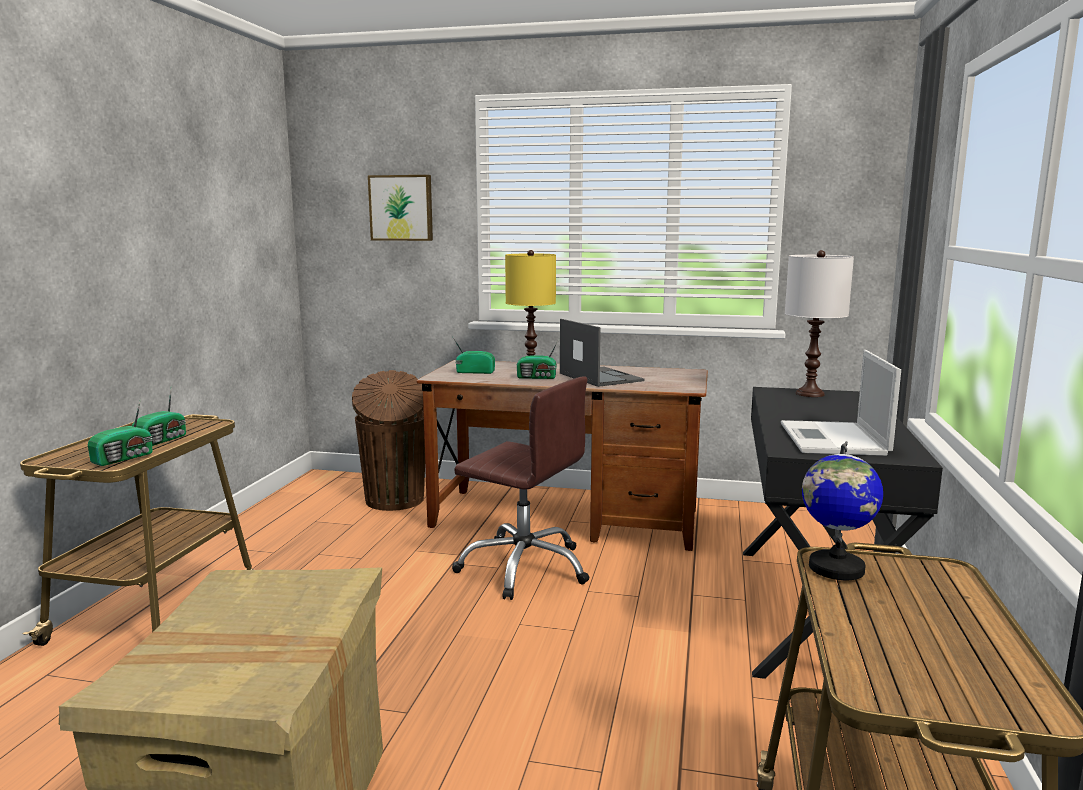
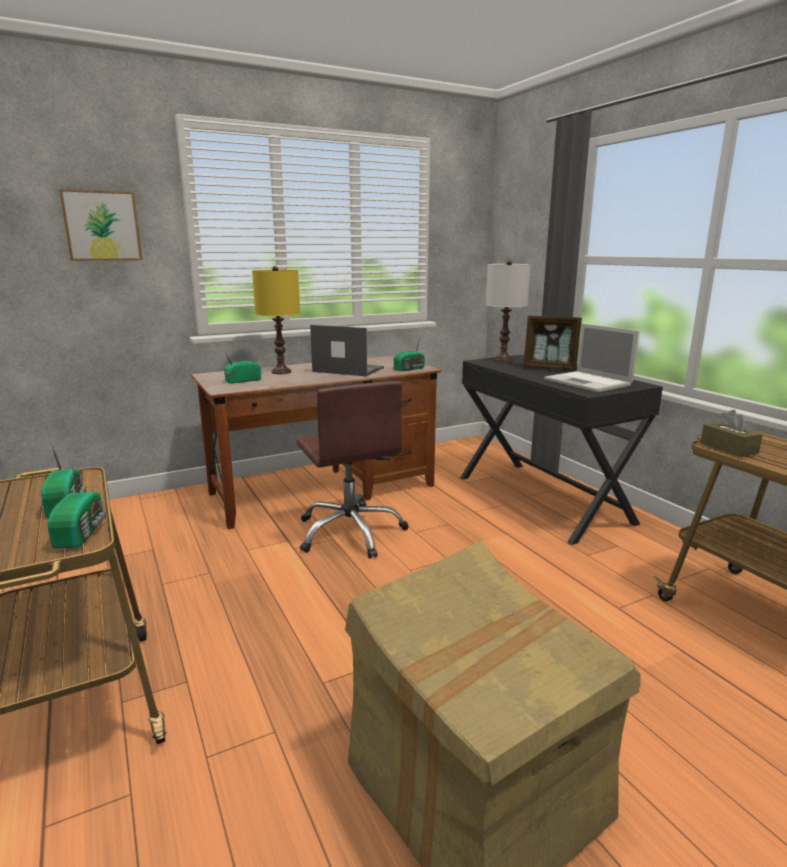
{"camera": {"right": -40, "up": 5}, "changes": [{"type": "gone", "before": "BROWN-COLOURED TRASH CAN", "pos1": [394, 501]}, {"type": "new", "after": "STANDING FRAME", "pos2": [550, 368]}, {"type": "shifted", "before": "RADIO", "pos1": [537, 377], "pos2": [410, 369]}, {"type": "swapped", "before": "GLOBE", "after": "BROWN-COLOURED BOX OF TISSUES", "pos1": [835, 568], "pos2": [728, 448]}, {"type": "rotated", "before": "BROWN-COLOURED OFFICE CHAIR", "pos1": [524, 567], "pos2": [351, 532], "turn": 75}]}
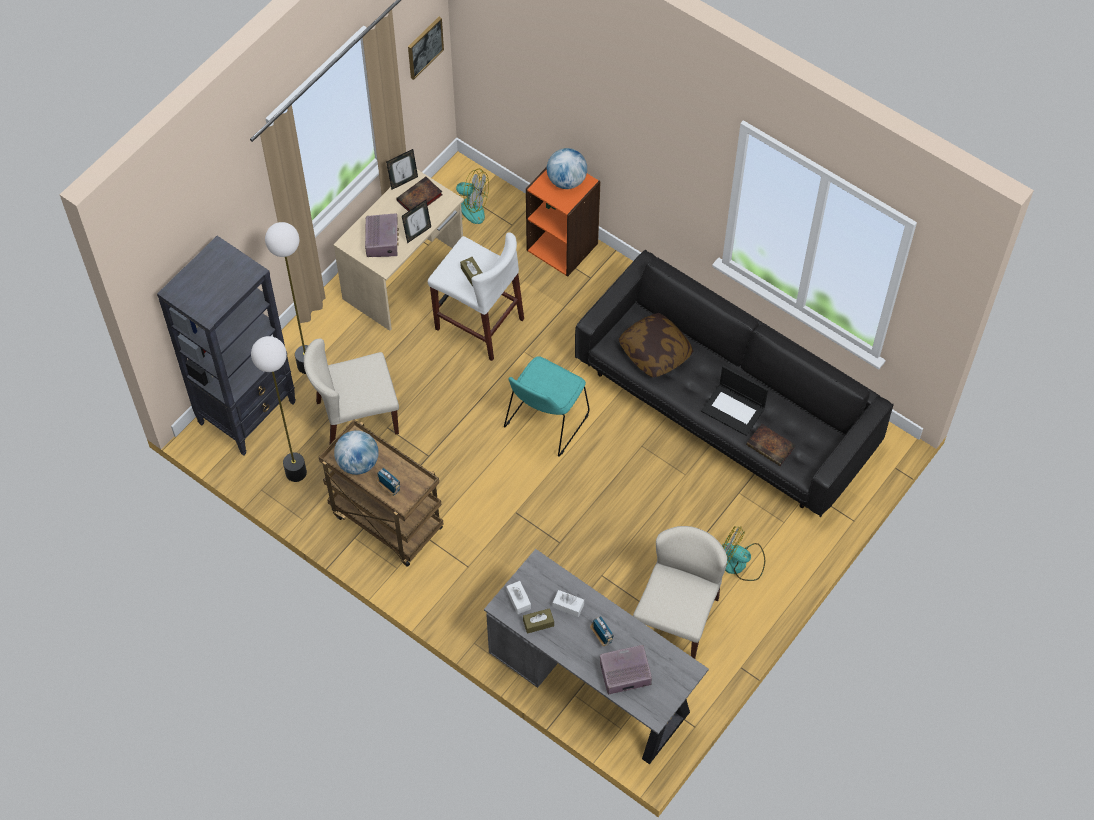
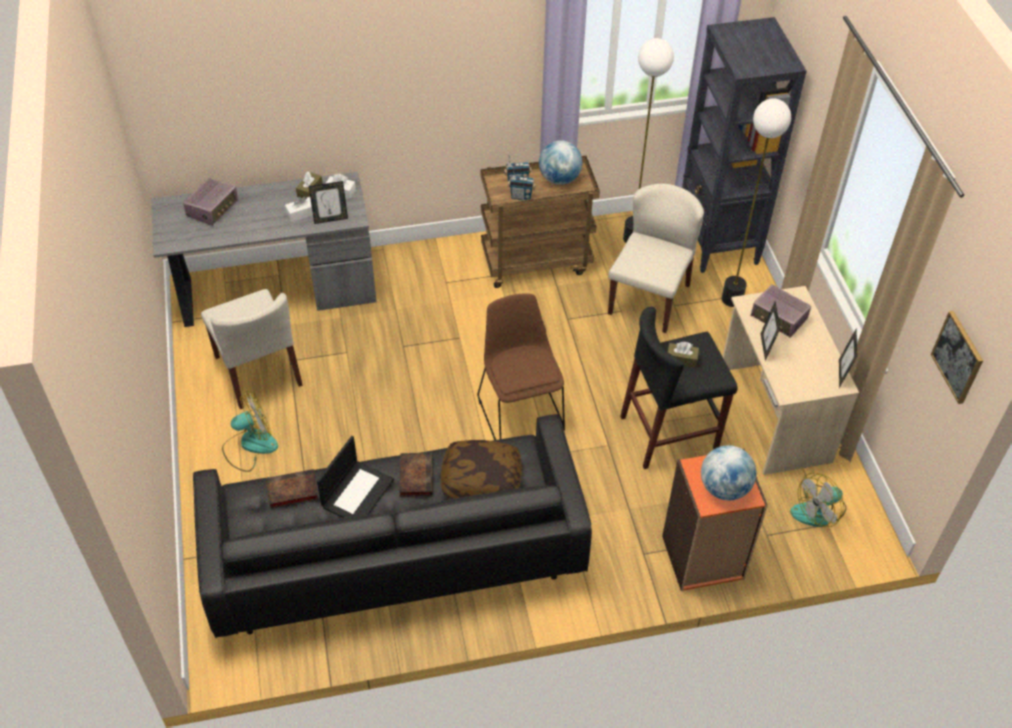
{"camera": {"right": 130, "up": -10}, "changes": [{"type": "new", "after": "STANDING FRAME", "pos2": [330, 219]}, {"type": "shifted", "before": "BOOK", "pos1": [419, 199], "pos2": [415, 475]}, {"type": "shifted", "before": "RADIO", "pos1": [602, 637], "pos2": [521, 197]}, {"type": "repainted", "before": "WHITE-COLOURED STOOL", "after": "BLACK-COLOURED STOOL", "pos1": [479, 324], "pos2": [669, 433]}, {"type": "repainted", "before": "TURQUOISE PLAIN CHAIR", "after": "BROWN-COLOURED PLAIN CHAIR", "pos1": [545, 422], "pos2": [520, 410]}, {"type": "rotated", "before": "NOTEBOOK COMPUTER", "pos1": [734, 409], "pos2": [357, 492], "turn": 135}]}
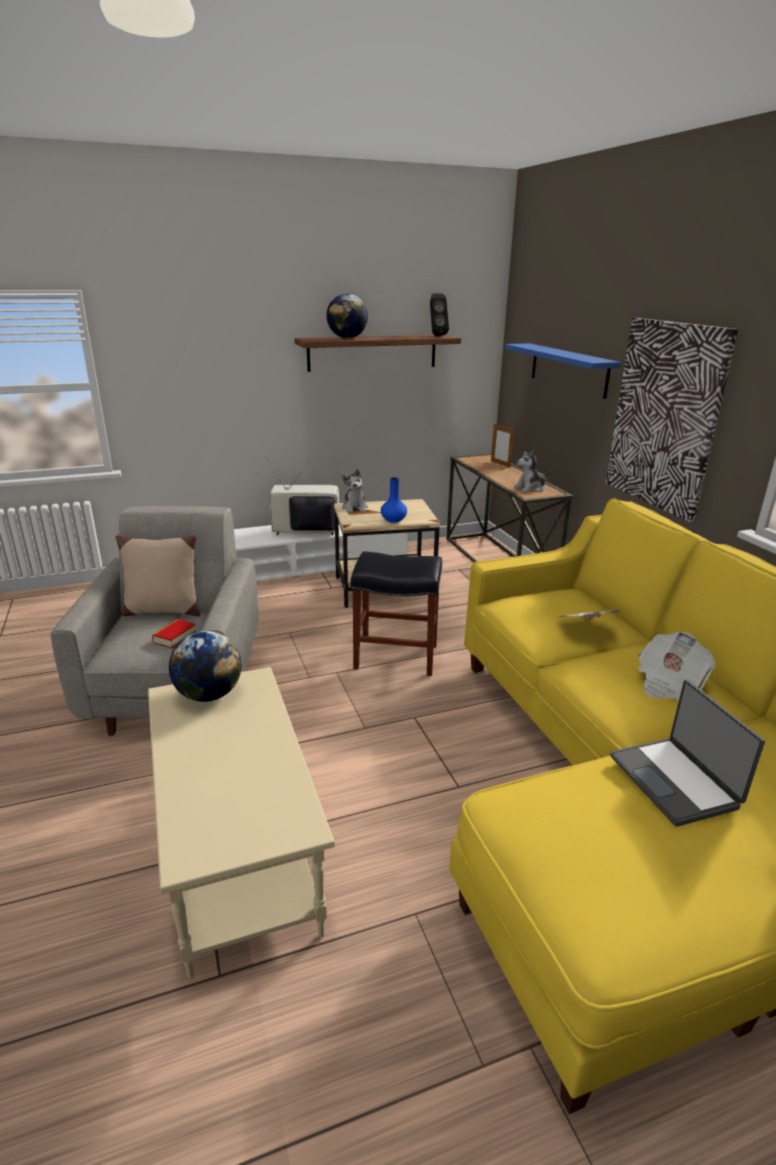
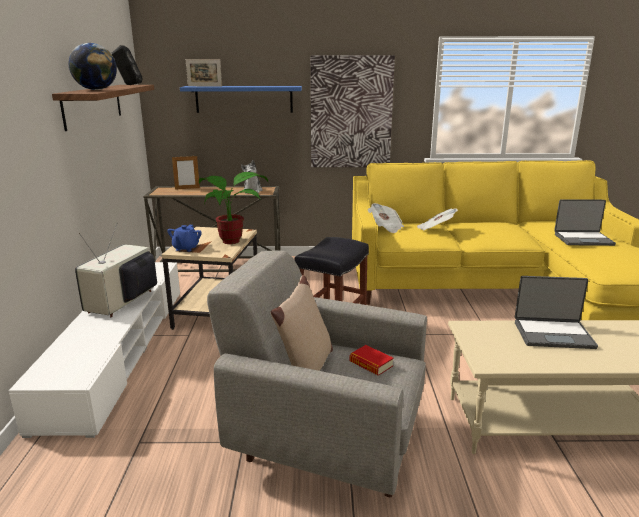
{"camera": {"right": -70, "up": -5}, "changes": [{"type": "gone", "before": "GLOBE", "pos1": [209, 694]}, {"type": "new", "after": "STANDING FRAME", "pos2": [204, 86]}, {"type": "new", "after": "NOTEBOOK COMPUTER", "pos2": [553, 334]}, {"type": "shifted", "before": "DAILY PAPER", "pos1": [668, 683], "pos2": [385, 227]}, {"type": "swapped", "before": "CUDDLY TOY", "after": "BLUE TEA POT", "pos1": [355, 507], "pos2": [185, 248]}, {"type": "swapped", "before": "BLUE FLOWER VASE", "after": "POTTED PLANT", "pos1": [393, 520], "pos2": [233, 240]}]}
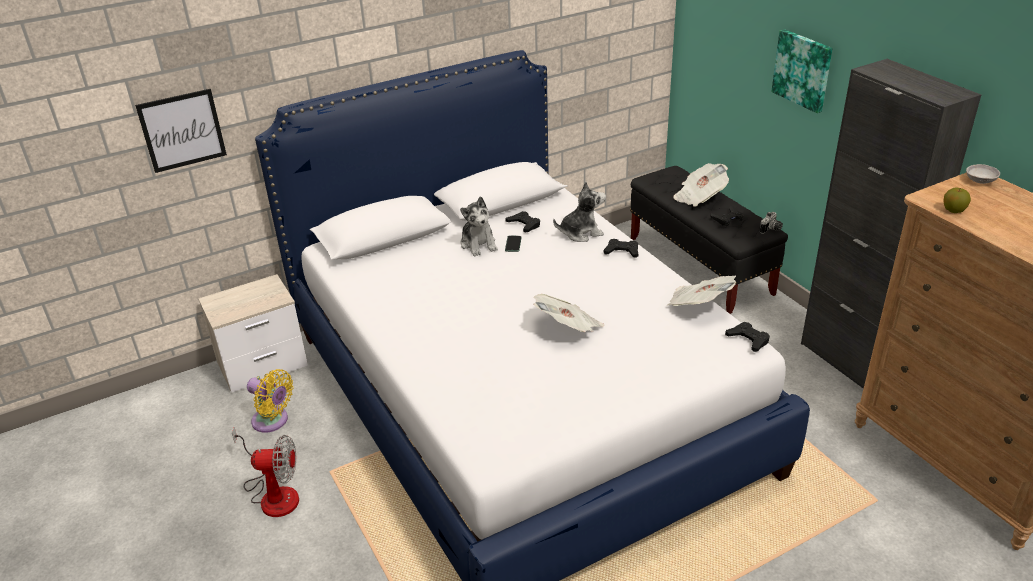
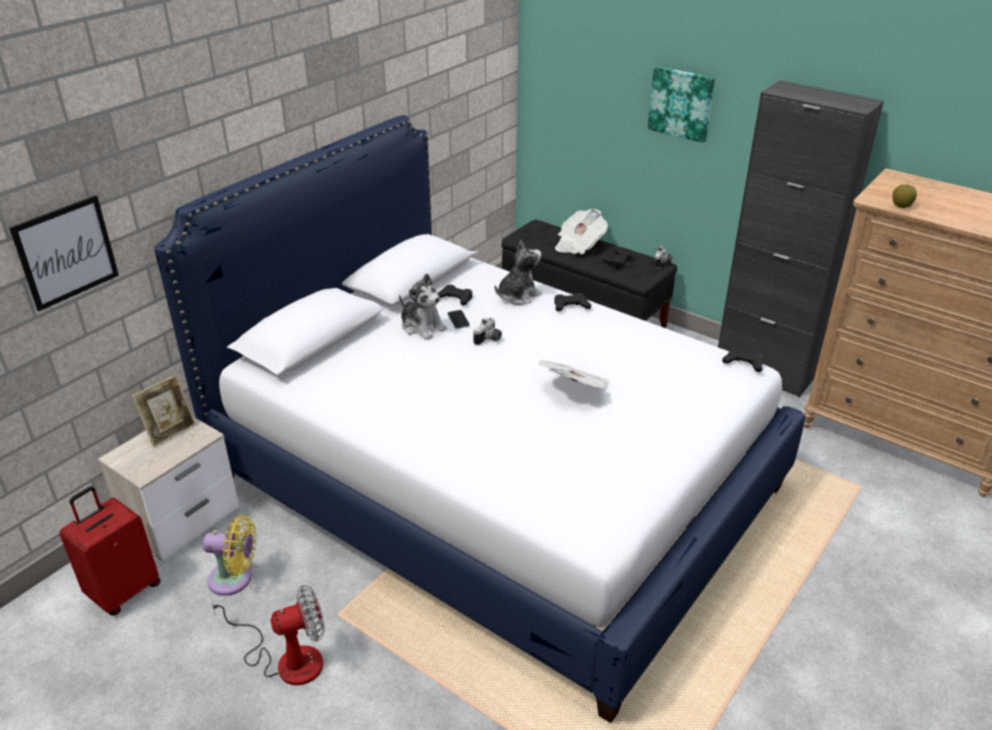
{"camera": {"right": -25, "up": 0}, "changes": [{"type": "gone", "before": "DAILY PAPER", "pos1": [699, 305]}, {"type": "gone", "before": "GREYISH SERVING BOWL", "pos1": [980, 181]}, {"type": "new", "after": "RED-COLOURED PIECE OF LUGGAGE", "pos2": [123, 591]}, {"type": "new", "after": "STANDING FRAME", "pos2": [170, 432]}, {"type": "new", "after": "STILL CAMERA", "pos2": [489, 339]}]}
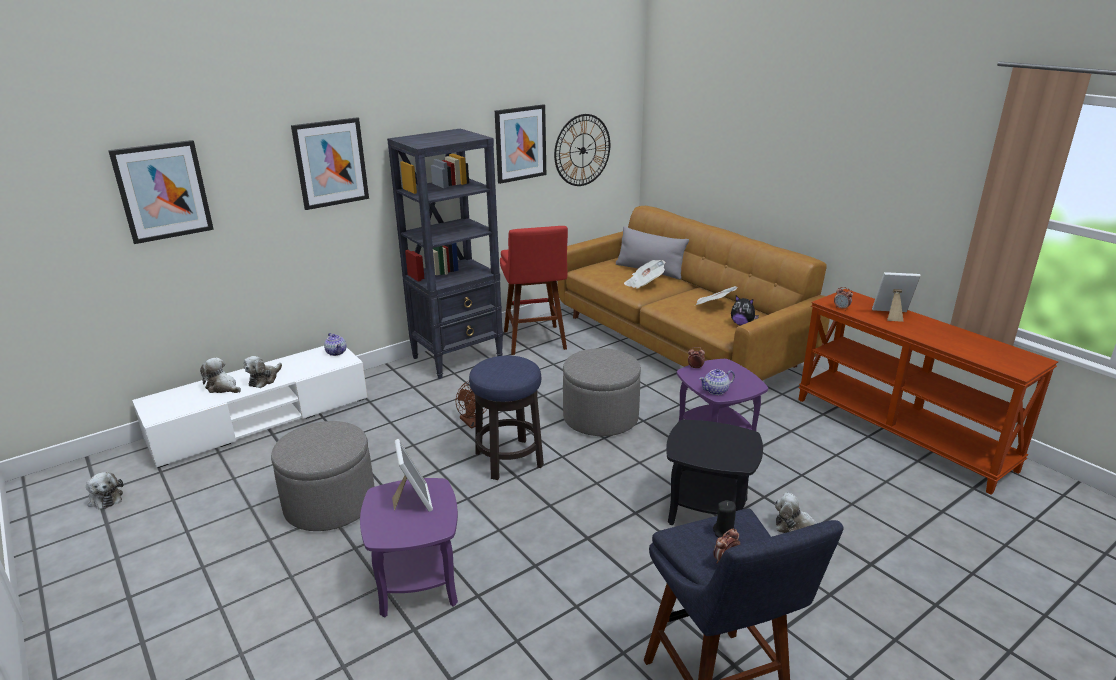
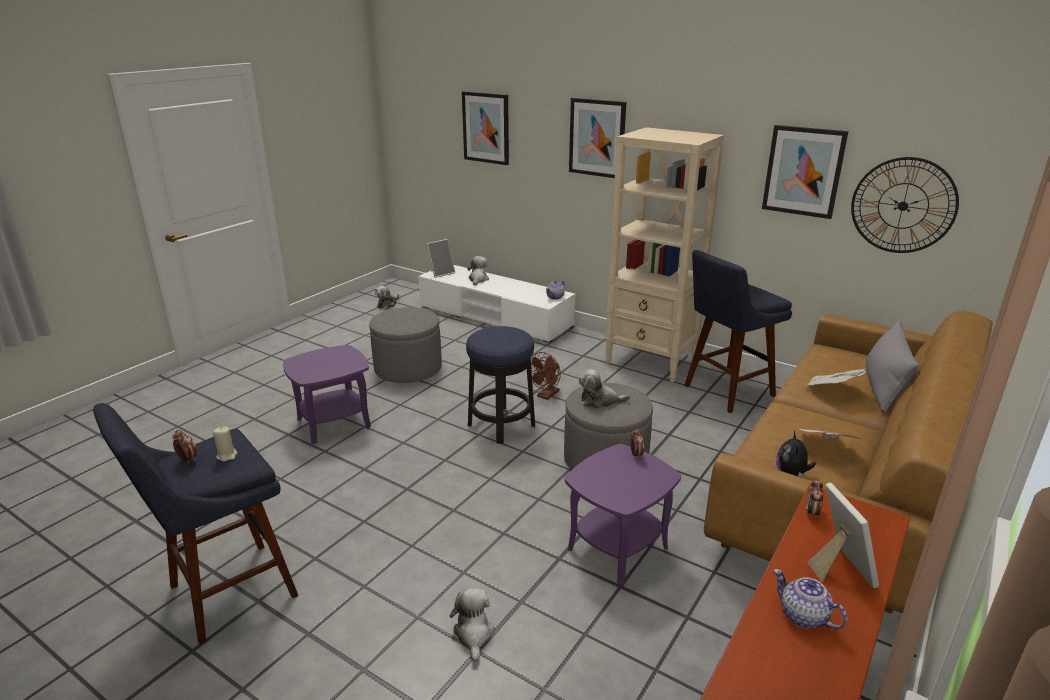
{"camera": {"right": 70, "up": 0}, "changes": [{"type": "gone", "before": "BLACK-COLOURED ACCENT TABLE", "pos1": [708, 511]}, {"type": "shifted", "before": "CUDDLY TOY", "pos1": [264, 379], "pos2": [600, 401]}, {"type": "shifted", "before": "STANDING FRAME", "pos1": [413, 500], "pos2": [441, 273]}, {"type": "shifted", "before": "TEA POT", "pos1": [716, 391], "pos2": [804, 617]}, {"type": "repainted", "before": "BLACK-COLOURED SHELVING UNIT", "after": "BEIGE-COLOURED SHELVING UNIT", "pos1": [458, 357], "pos2": [651, 362]}, {"type": "repainted", "before": "RED-COLOURED STOOL", "after": "BLUE STOOL", "pos1": [535, 342], "pos2": [725, 392]}, {"type": "repainted", "before": "BLACK-COLOURED CANDLE", "after": "BEIGE-COLOURED CANDLE", "pos1": [724, 532], "pos2": [227, 455]}]}
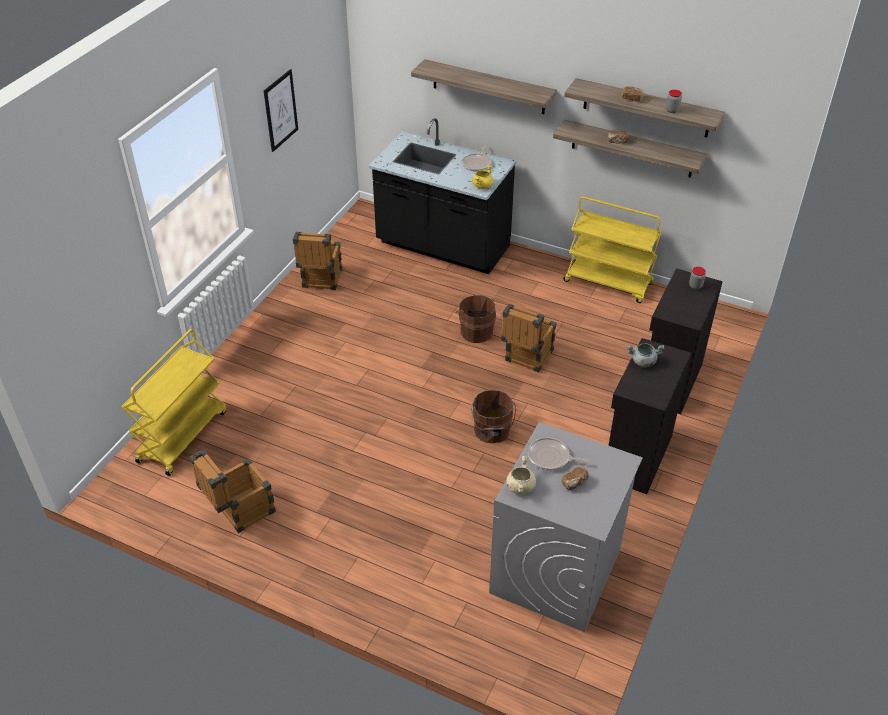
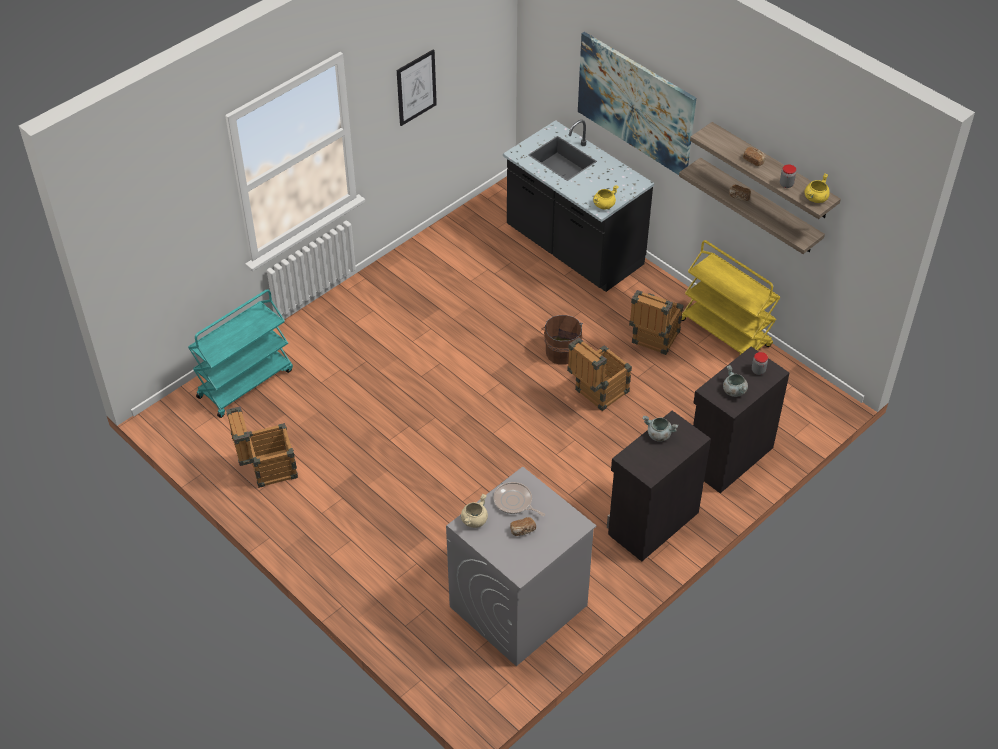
{"camera": {"right": 20, "up": 5}, "changes": [{"type": "gone", "before": "FRYING PAN", "pos1": [477, 164]}, {"type": "gone", "before": "BROWN-COLOURED PAIL", "pos1": [491, 431]}, {"type": "new", "after": "GREYISH STOCKPOT", "pos2": [733, 390]}, {"type": "new", "after": "YELLOWISH STOCKPOT", "pos2": [815, 198]}, {"type": "shifted", "before": "SHIPPING CRATE", "pos1": [320, 282], "pos2": [653, 341]}, {"type": "swapped", "before": "BRACKET SHELF", "after": "PICTURE", "pos1": [488, 87], "pos2": [635, 104]}, {"type": "repainted", "before": "YELLOWISH CART", "after": "TURQUOISE CART", "pos1": [182, 435], "pos2": [245, 383]}]}
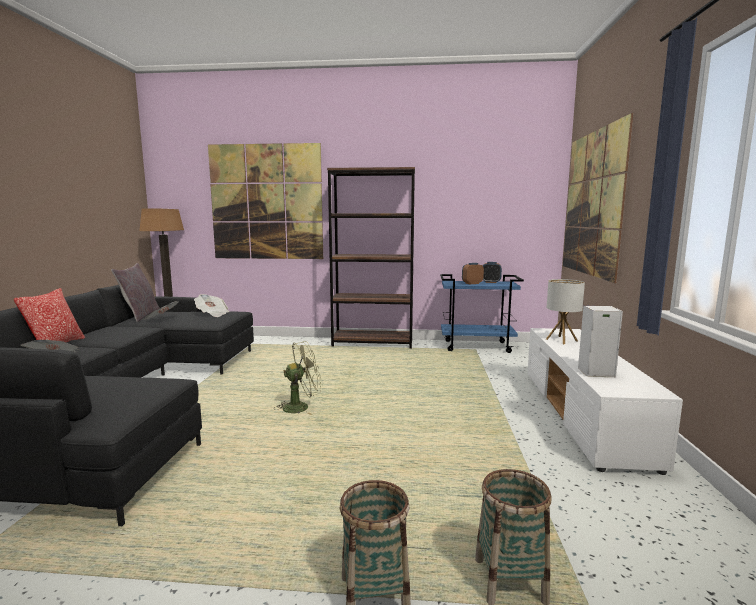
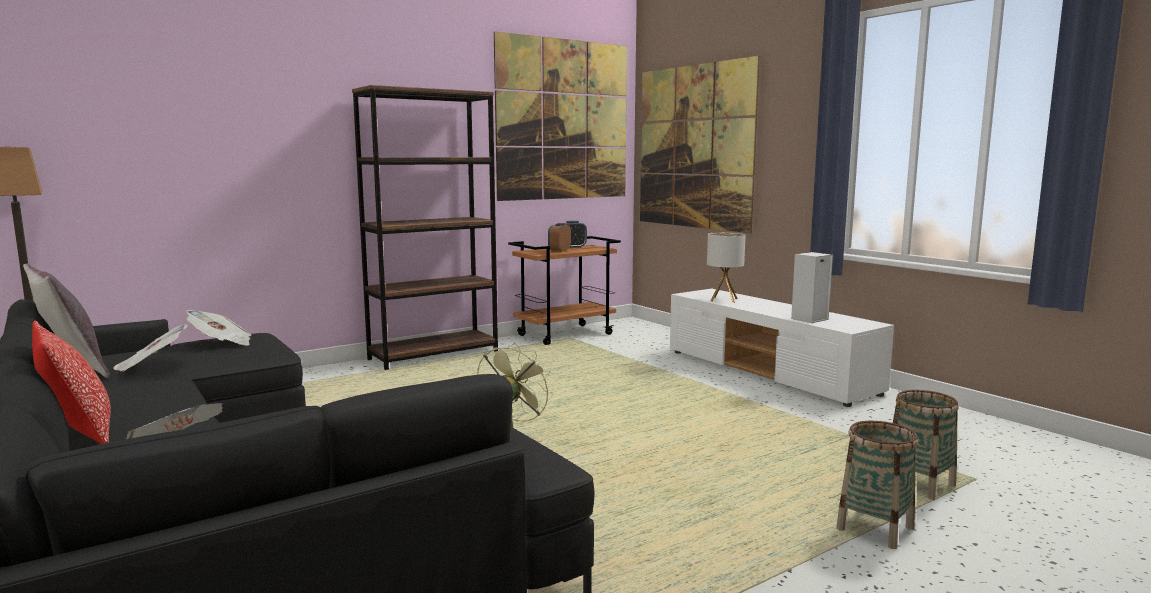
{"camera": {"right": -40, "up": 0}, "changes": [{"type": "shifted", "before": "PICTURE", "pos1": [266, 202], "pos2": [563, 120]}, {"type": "repainted", "before": "BLUE CART", "after": "BROWN-COLOURED CART", "pos1": [477, 346], "pos2": [565, 334]}]}
